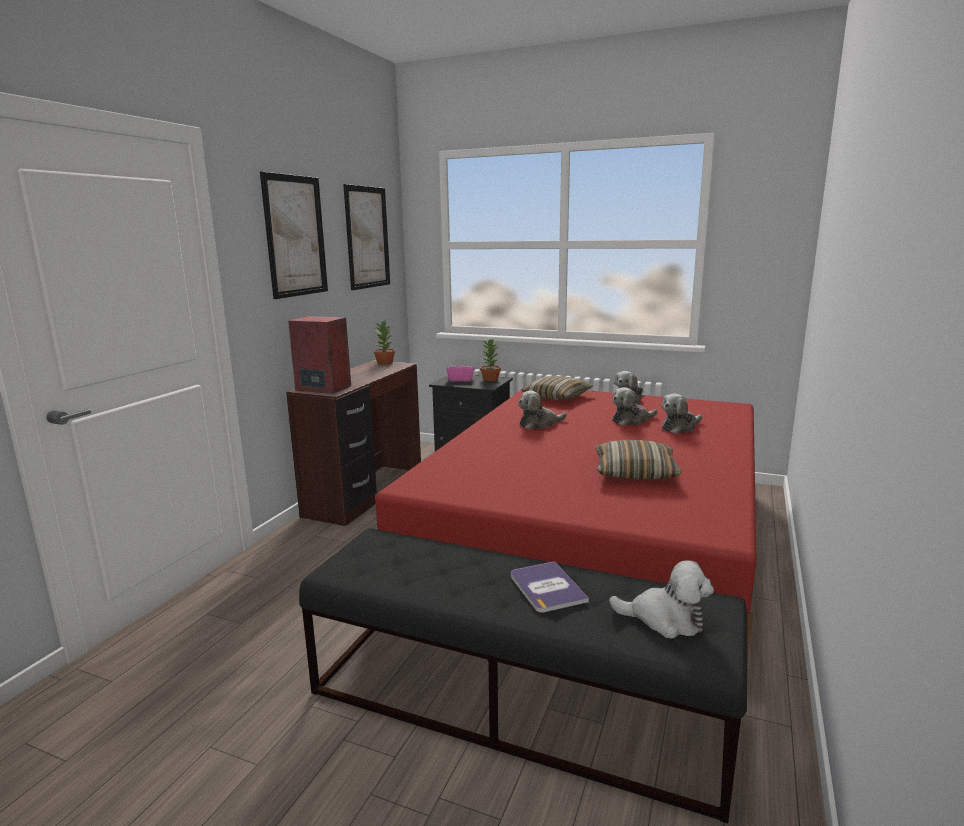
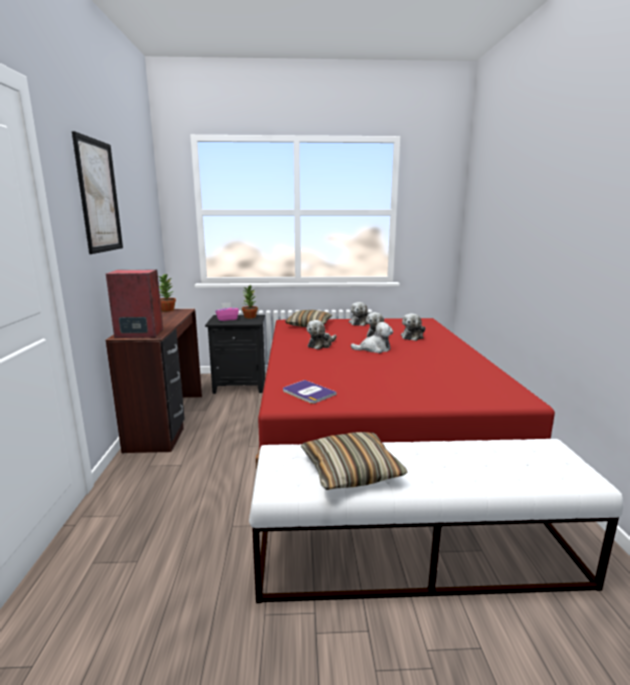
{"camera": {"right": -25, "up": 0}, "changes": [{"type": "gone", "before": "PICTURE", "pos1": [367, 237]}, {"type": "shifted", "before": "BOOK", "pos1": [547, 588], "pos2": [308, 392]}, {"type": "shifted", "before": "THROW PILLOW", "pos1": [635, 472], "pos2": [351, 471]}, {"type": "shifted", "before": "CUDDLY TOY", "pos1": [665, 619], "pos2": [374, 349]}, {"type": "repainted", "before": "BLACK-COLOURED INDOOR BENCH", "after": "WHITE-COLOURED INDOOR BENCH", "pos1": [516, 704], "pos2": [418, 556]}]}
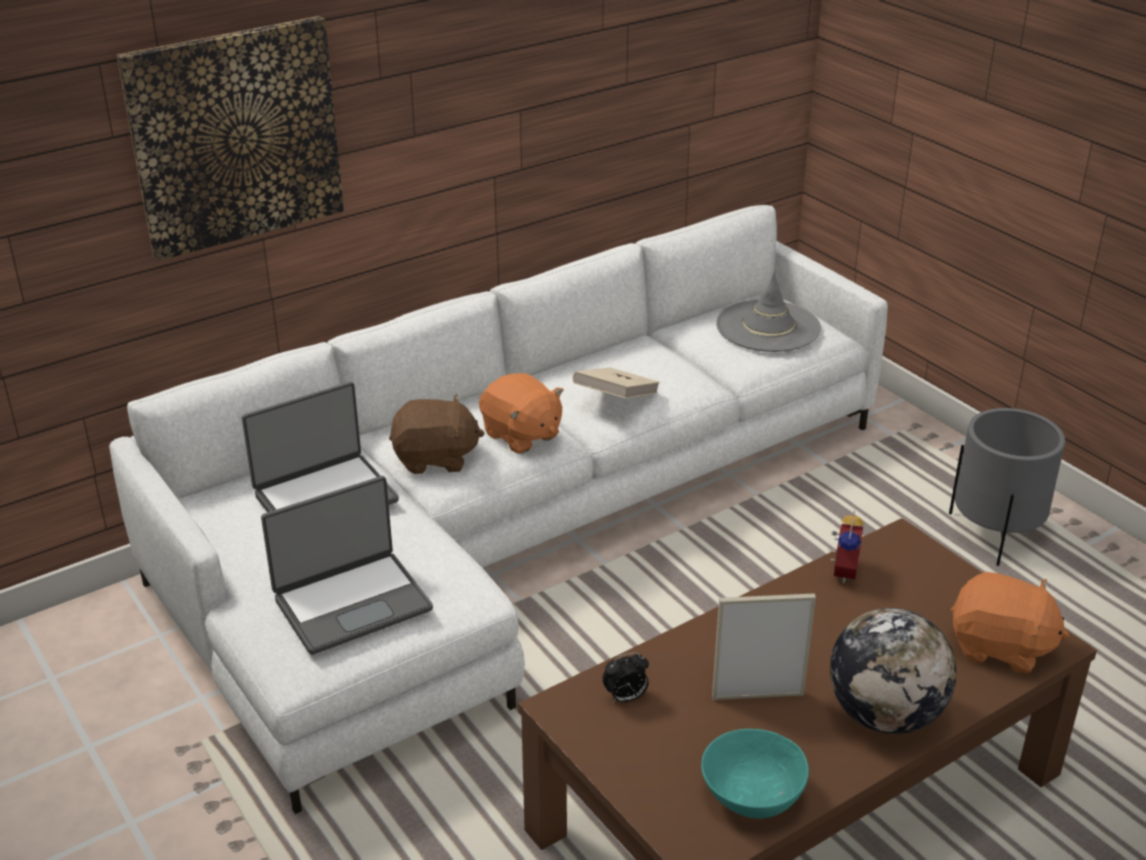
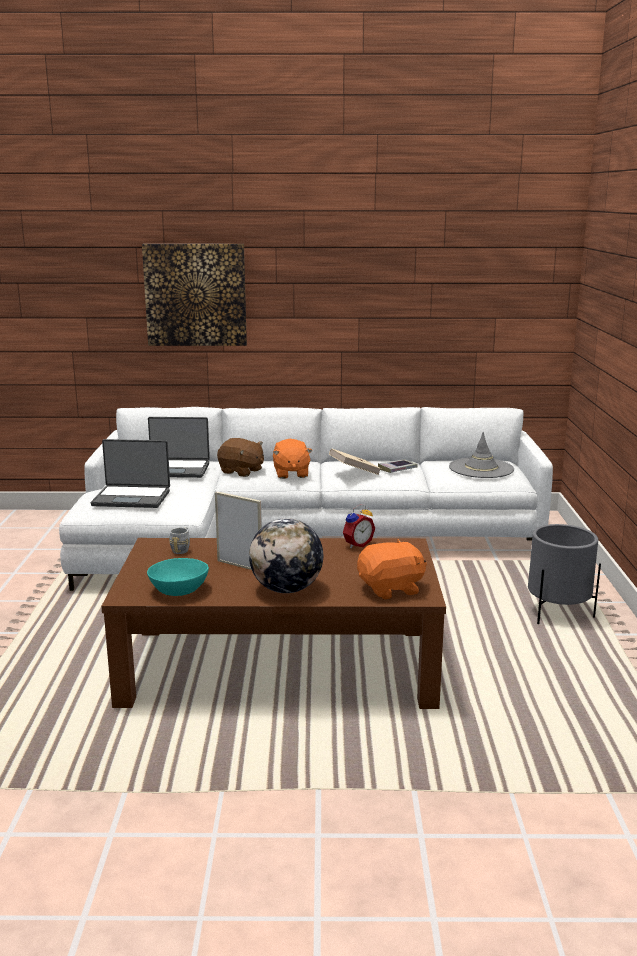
{"camera": {"right": 35, "up": -15}, "changes": [{"type": "new", "after": "BOOK", "pos2": [397, 469]}, {"type": "swapped", "before": "ALARM CLOCK", "after": "GREYISH COFFEE MUG", "pos1": [625, 698], "pos2": [182, 549]}, {"type": "rotated", "before": "ORANGE-COLOURED CUDDLY TOY", "pos1": [1000, 647], "pos2": [391, 589], "turn": -75}]}
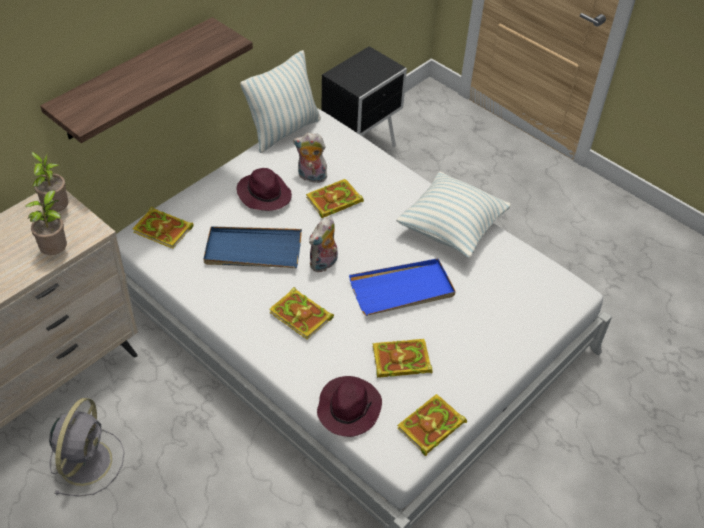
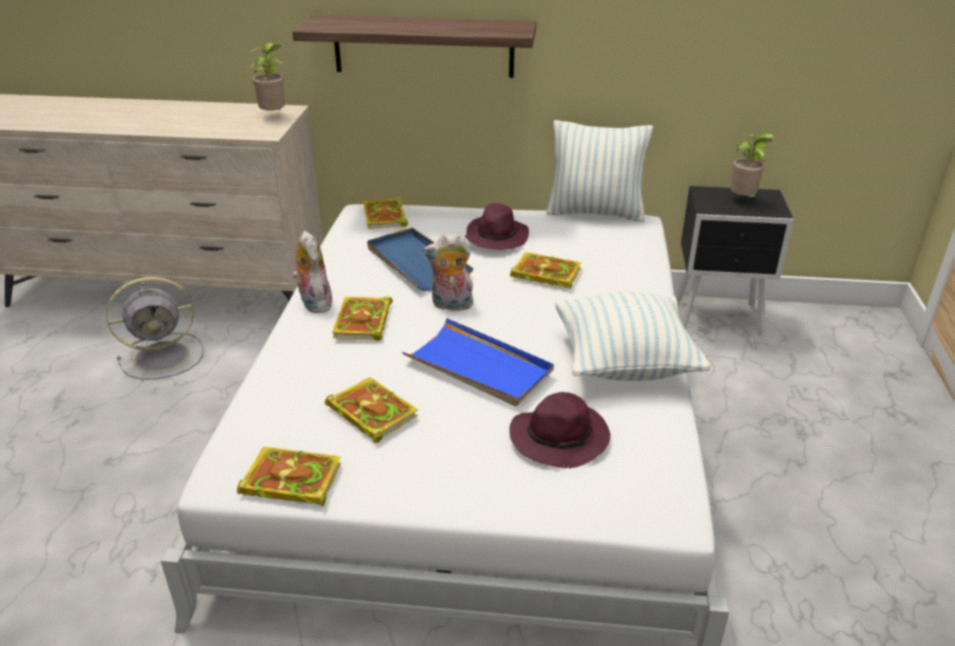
{"camera": {"right": 55, "up": -15}, "changes": [{"type": "shifted", "before": "POTTED PLANT", "pos1": [57, 252], "pos2": [743, 200]}, {"type": "shifted", "before": "CUDDLY TOY", "pos1": [311, 177], "pos2": [313, 303]}, {"type": "shifted", "before": "PURPLISH WEARABLE HAT", "pos1": [348, 407], "pos2": [560, 437]}]}
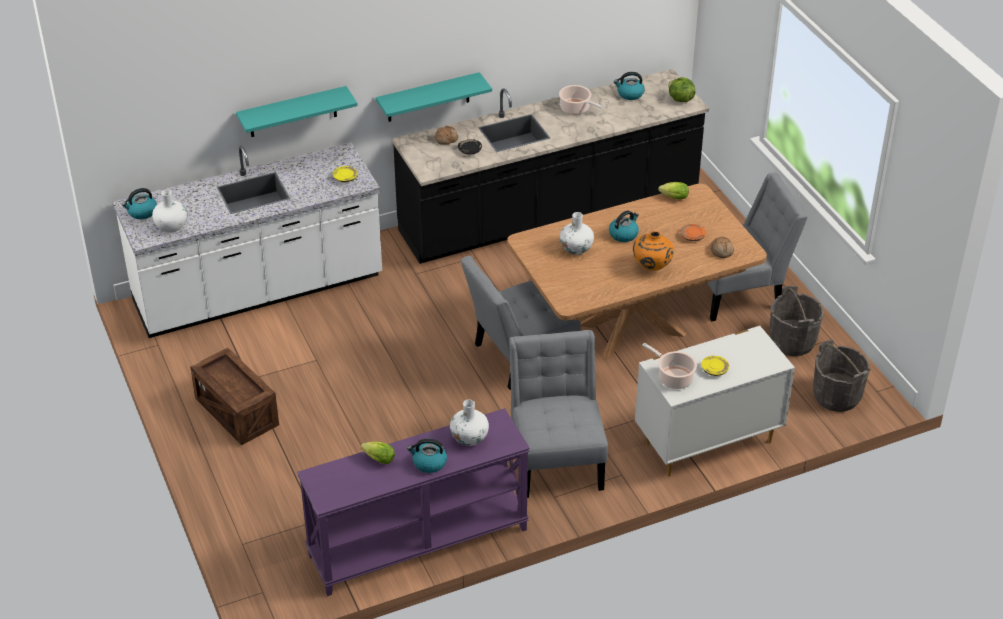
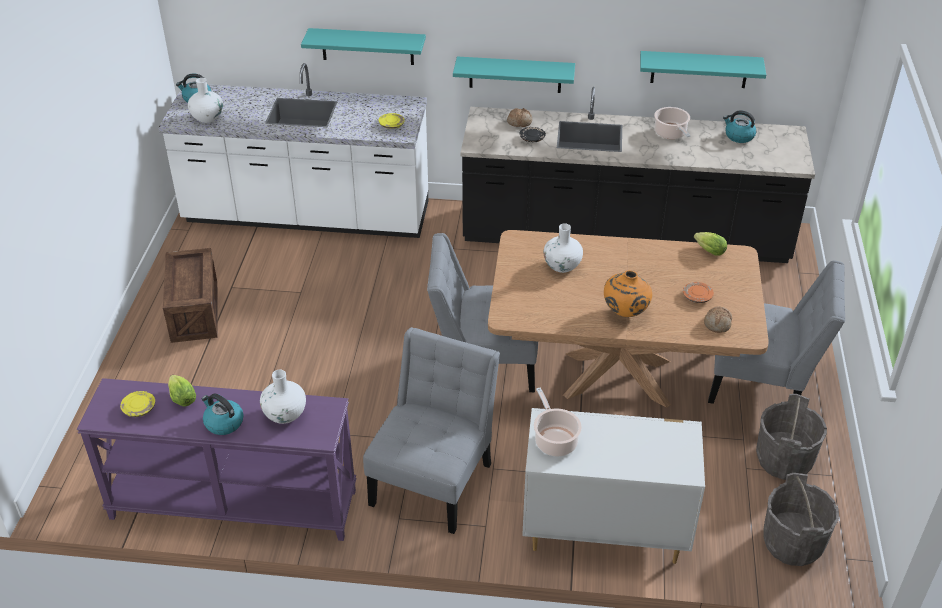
{"camera": {"right": 30, "up": 0}, "changes": [{"type": "gone", "before": "KETTLE", "pos1": [623, 234]}, {"type": "gone", "before": "LETTUCE", "pos1": [680, 99]}, {"type": "new", "after": "TURQUOISE BRACKET SHELF", "pos2": [699, 69]}, {"type": "shifted", "before": "YELLOWISH FLAT DISH", "pos1": [714, 369], "pos2": [139, 408]}]}
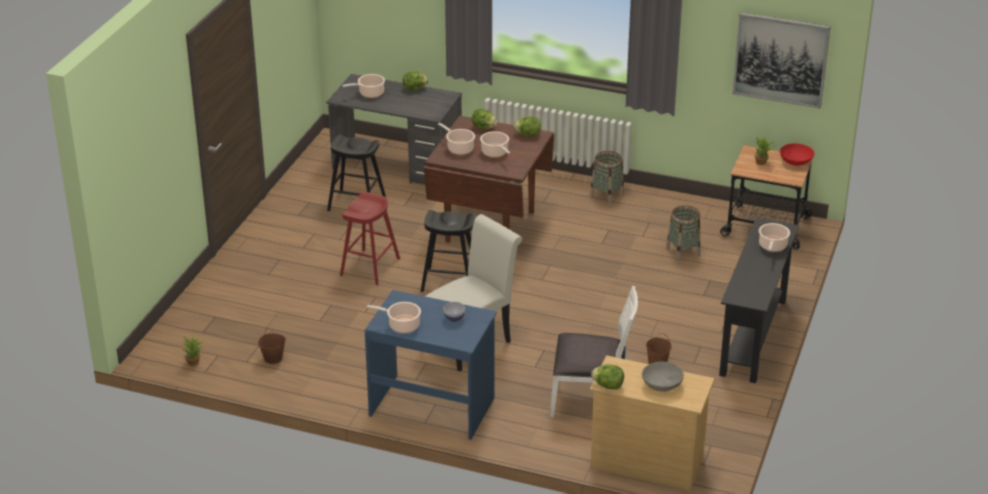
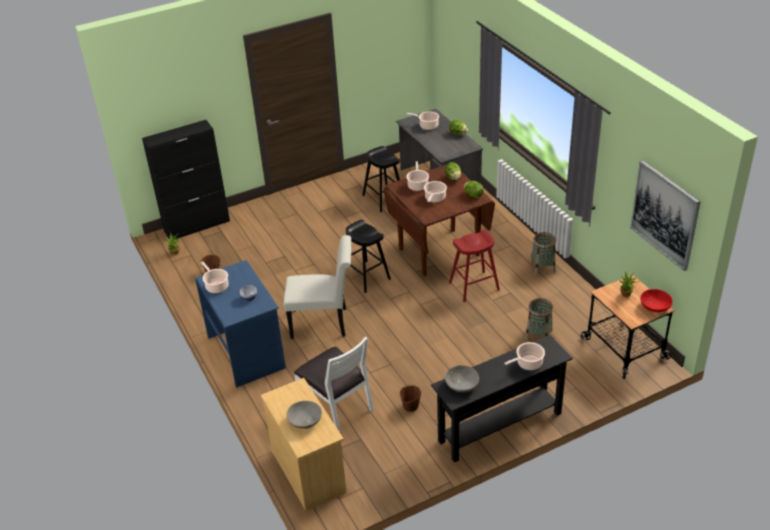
{"camera": {"right": 45, "up": 5}, "changes": [{"type": "gone", "before": "LETTUCE", "pos1": [608, 386]}, {"type": "new", "after": "BLACK-COLOURED CUPBOARD", "pos2": [197, 225]}, {"type": "new", "after": "GREYISH SERVING BOWL", "pos2": [461, 385]}, {"type": "shifted", "before": "RED-COLOURED STOOL", "pos1": [370, 267], "pos2": [474, 286]}]}
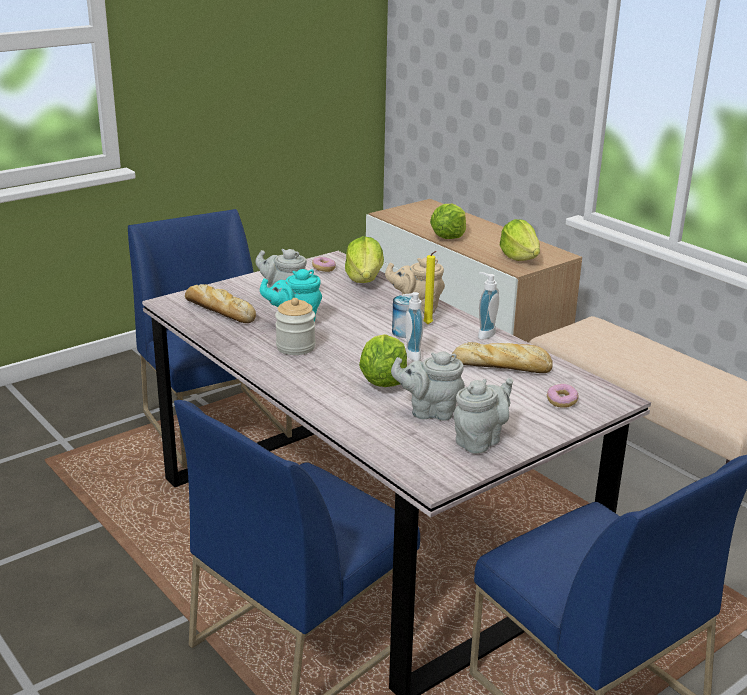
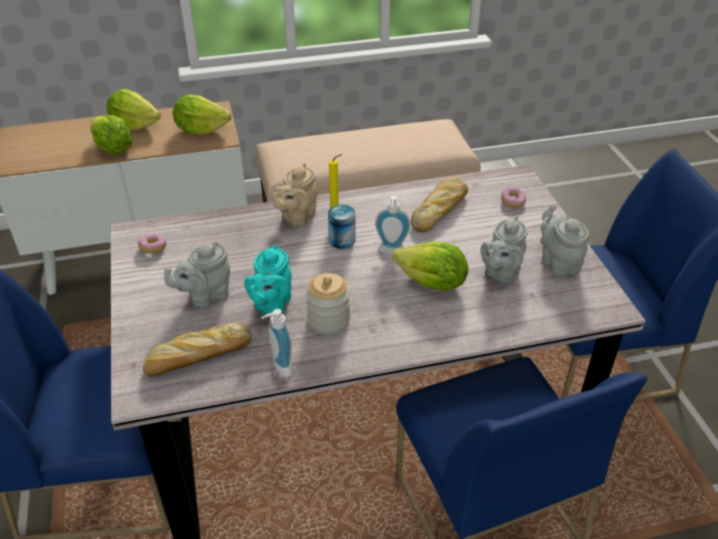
{"camera": {"right": -65, "up": 15}, "changes": [{"type": "shifted", "before": "LETTUCE", "pos1": [364, 279], "pos2": [135, 125]}, {"type": "shifted", "before": "SOAP BOTTLE", "pos1": [484, 334], "pos2": [279, 367]}]}
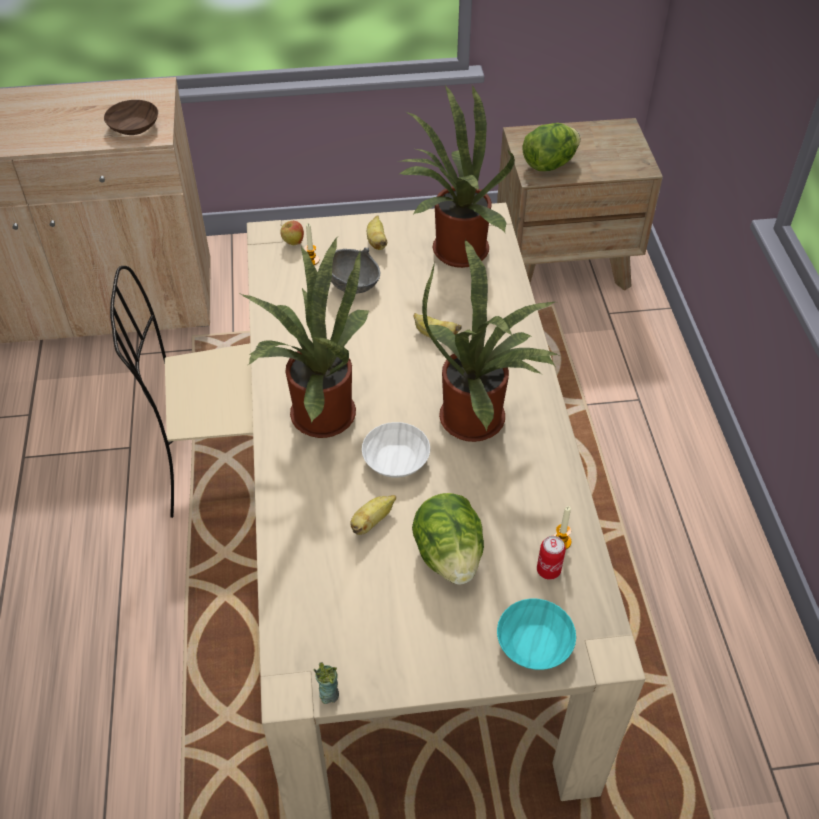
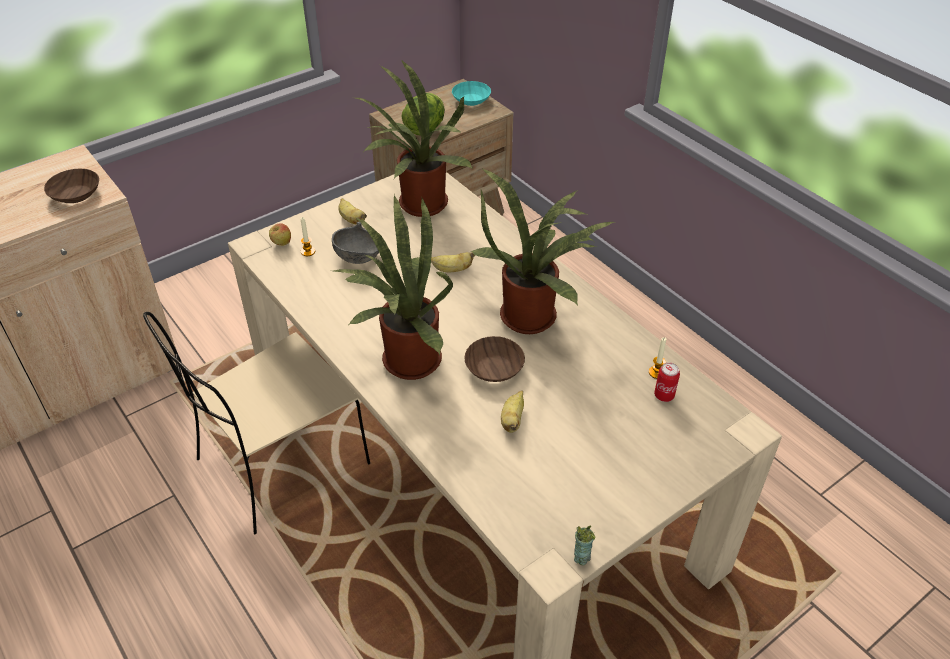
{"camera": {"right": -30, "up": -5}, "changes": [{"type": "gone", "before": "LETTUCE", "pos1": [449, 555]}, {"type": "shifted", "before": "TURQUOISE SERVING BOWL", "pos1": [534, 644], "pos2": [471, 100]}, {"type": "repainted", "before": "WHITE-COLOURED SERVING BOWL", "after": "BROWN-COLOURED SERVING BOWL", "pos1": [396, 458], "pos2": [493, 367]}]}
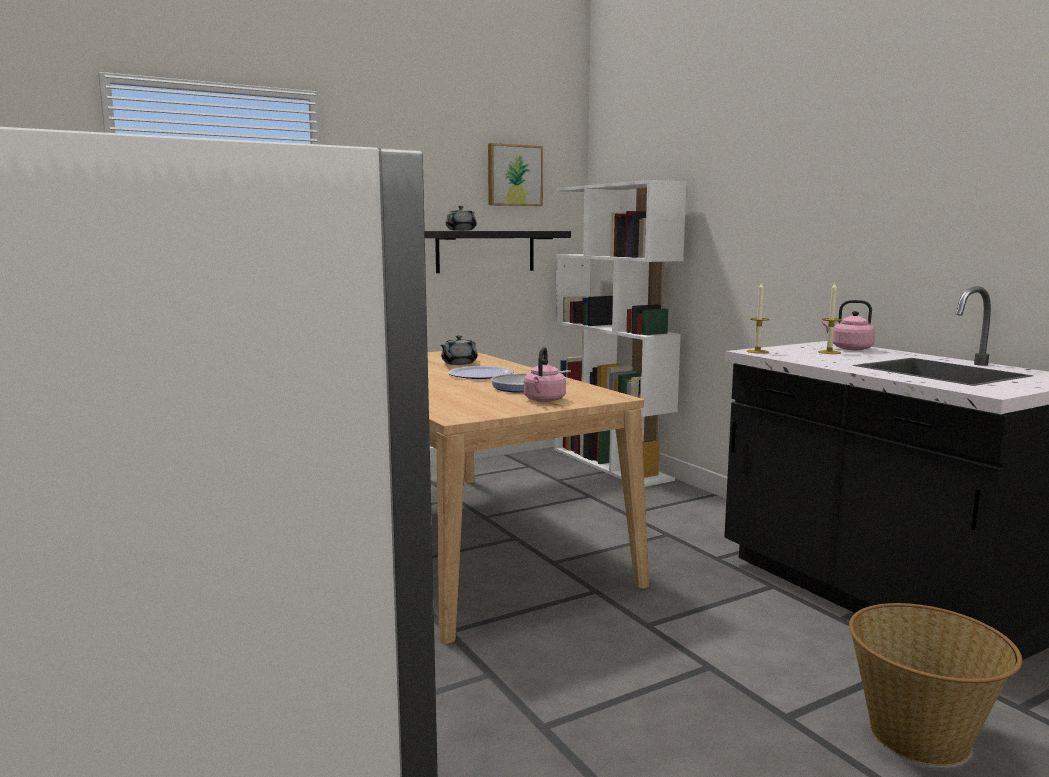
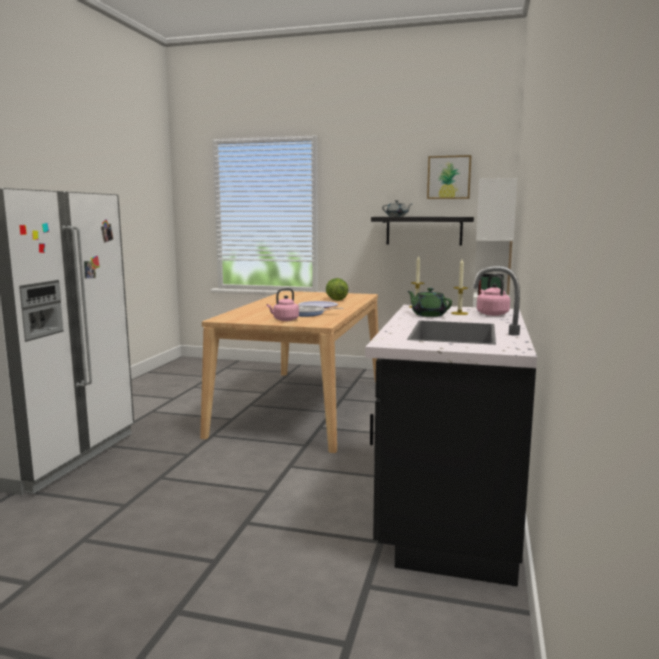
{"camera": {"right": 45, "up": 0}, "changes": [{"type": "gone", "before": "HOUSEHOLD BASKET", "pos1": [921, 736]}, {"type": "new", "after": "GREEN-COLOURED TEA POT", "pos2": [428, 315]}, {"type": "swapped", "before": "GREYISH TEA POT", "after": "LETTUCE", "pos1": [458, 363], "pos2": [336, 300]}]}
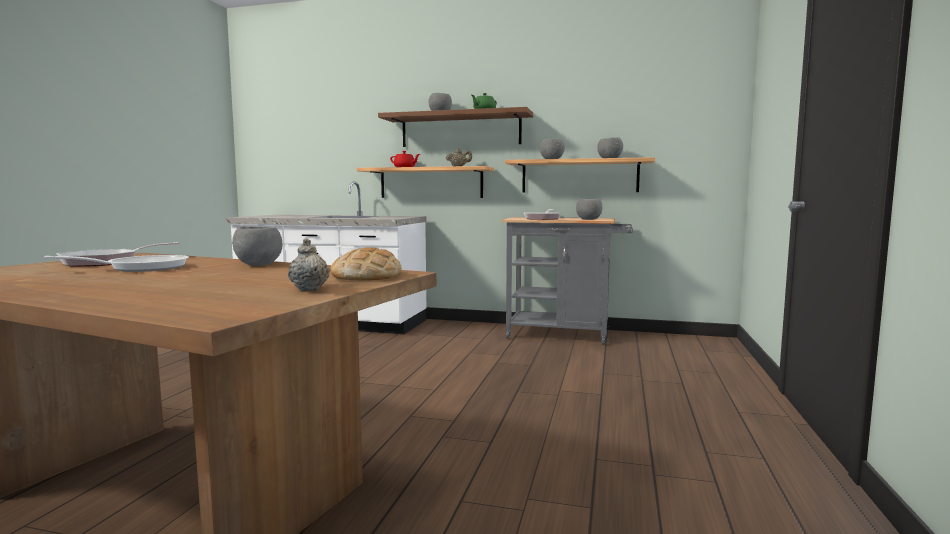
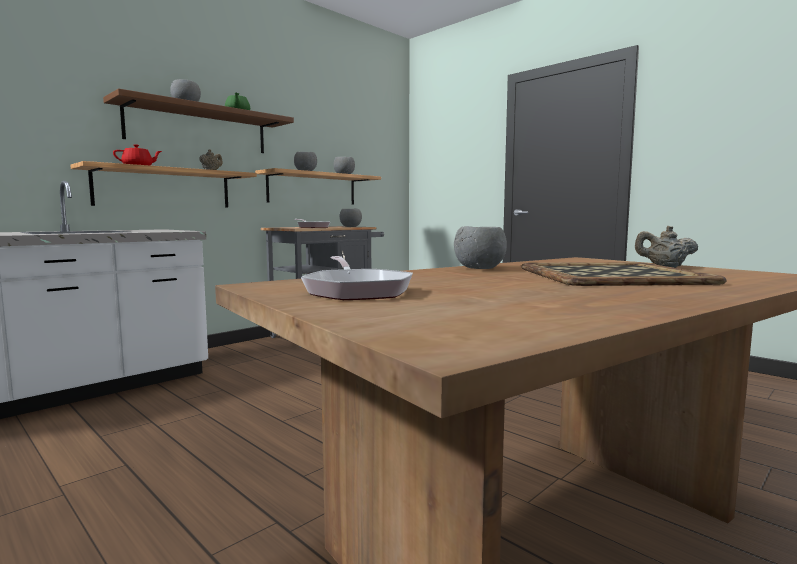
{"camera": {"right": -60, "up": 0}, "changes": [{"type": "gone", "before": "FRYING PAN", "pos1": [141, 268]}, {"type": "gone", "before": "BAKED BREAD", "pos1": [367, 276]}, {"type": "new", "after": "SERVING TRAY", "pos2": [611, 275]}]}
